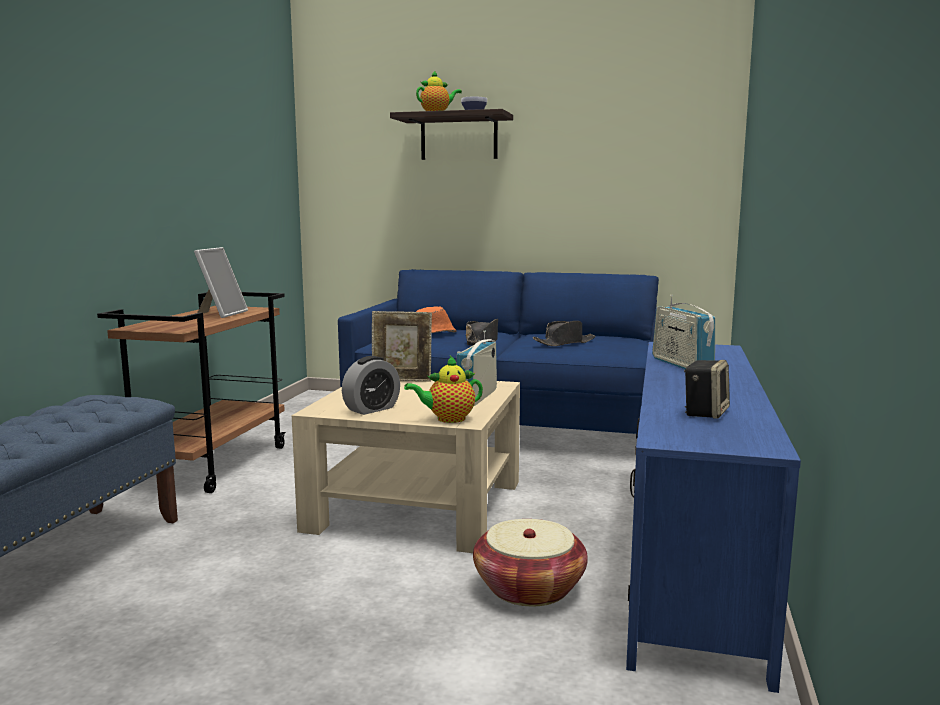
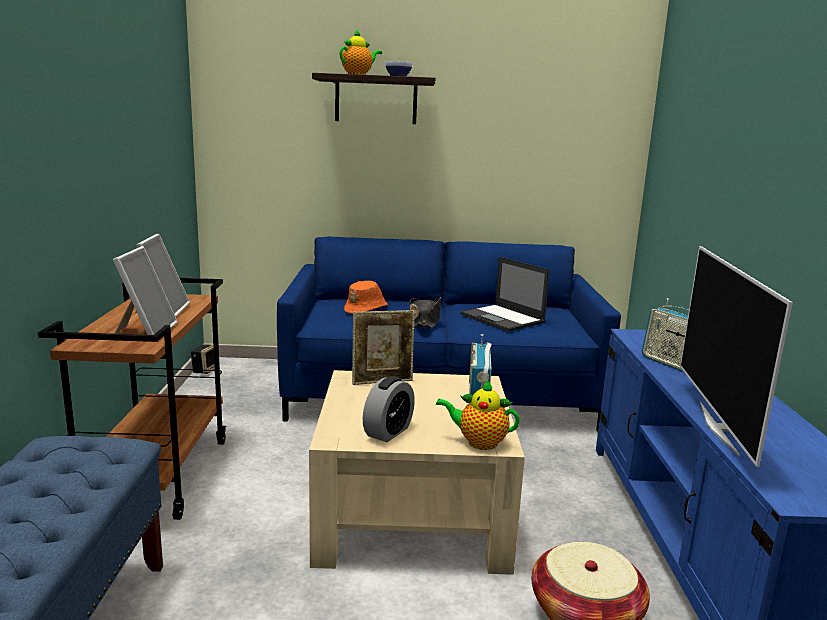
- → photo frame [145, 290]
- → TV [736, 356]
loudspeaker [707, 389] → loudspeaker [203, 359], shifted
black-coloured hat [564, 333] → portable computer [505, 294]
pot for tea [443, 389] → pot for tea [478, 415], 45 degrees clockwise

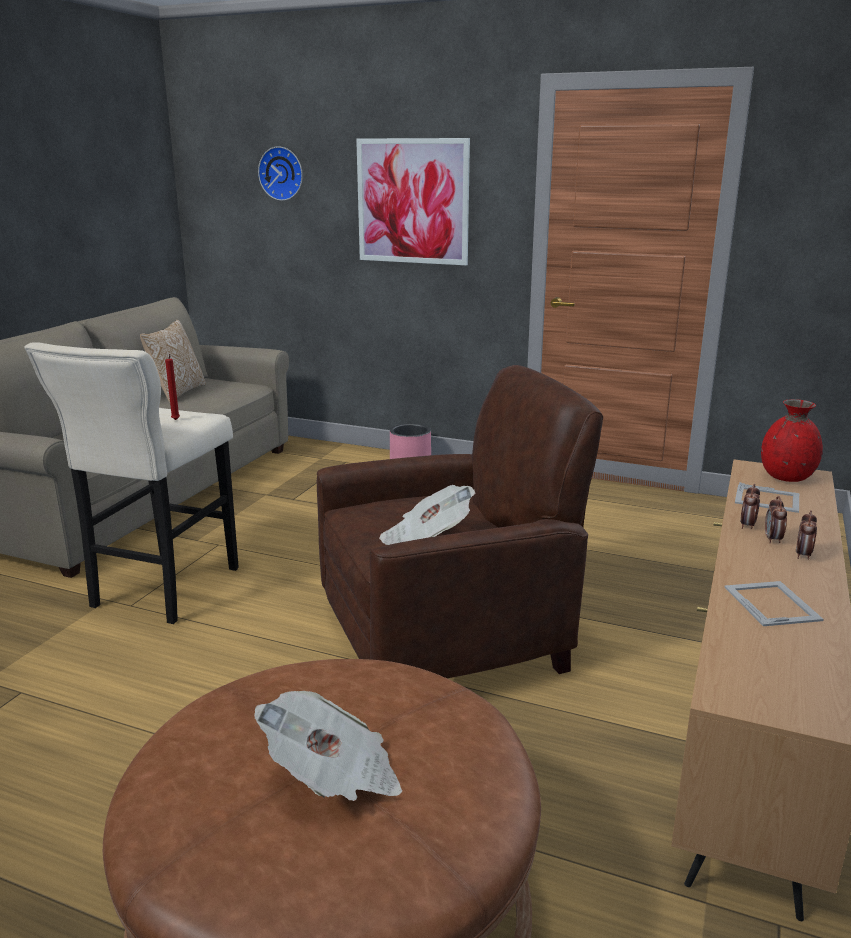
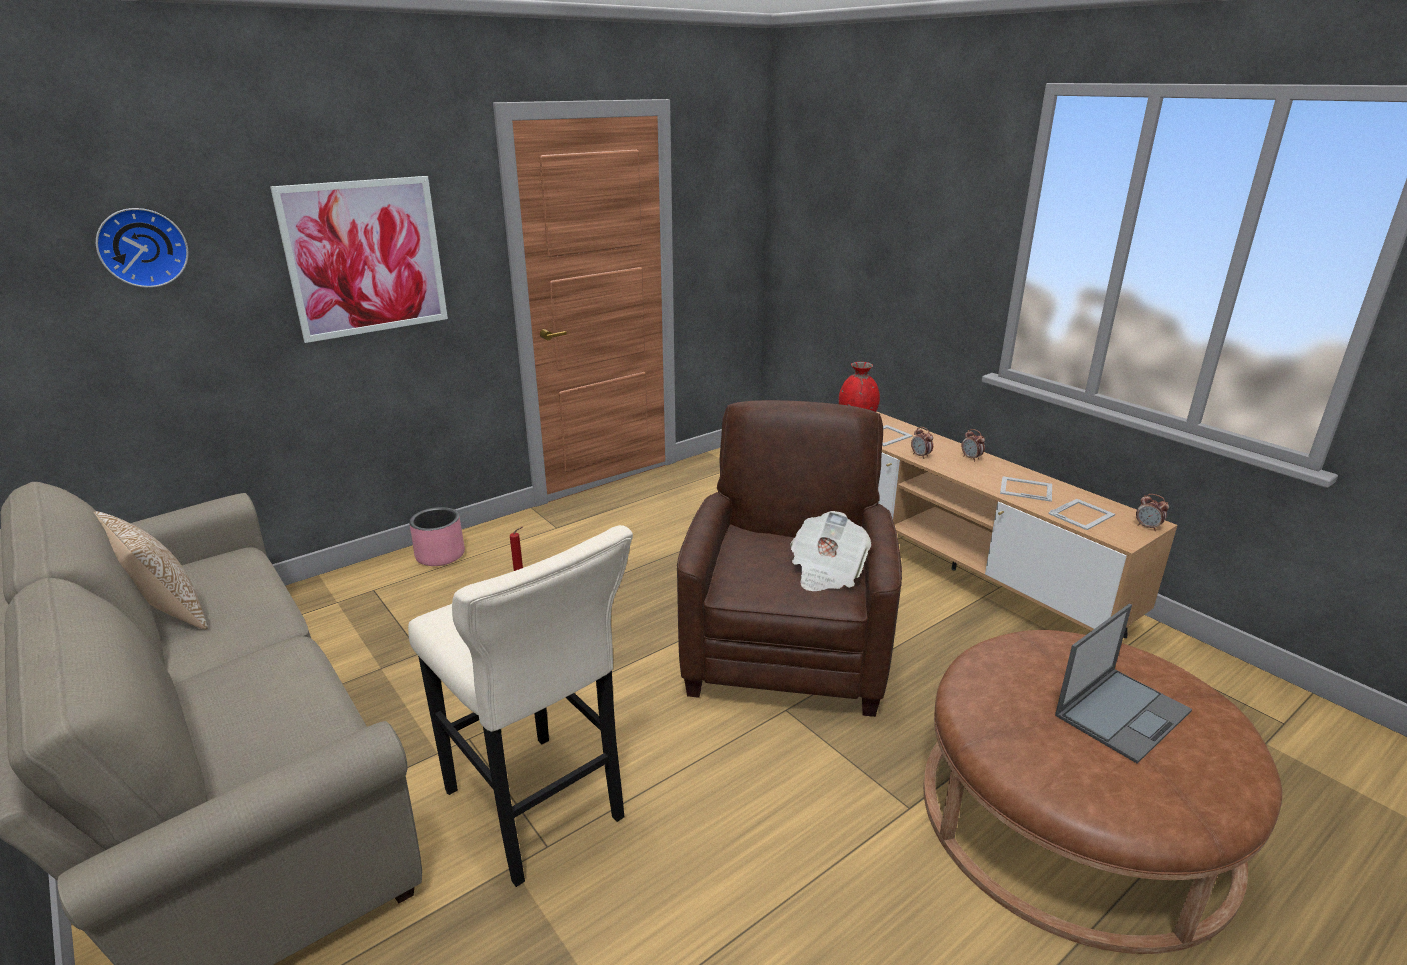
- → photo frame [1081, 514]
table clock [776, 520] → table clock [1152, 512], shifted
newspaper [328, 746] → portable computer [1123, 684]

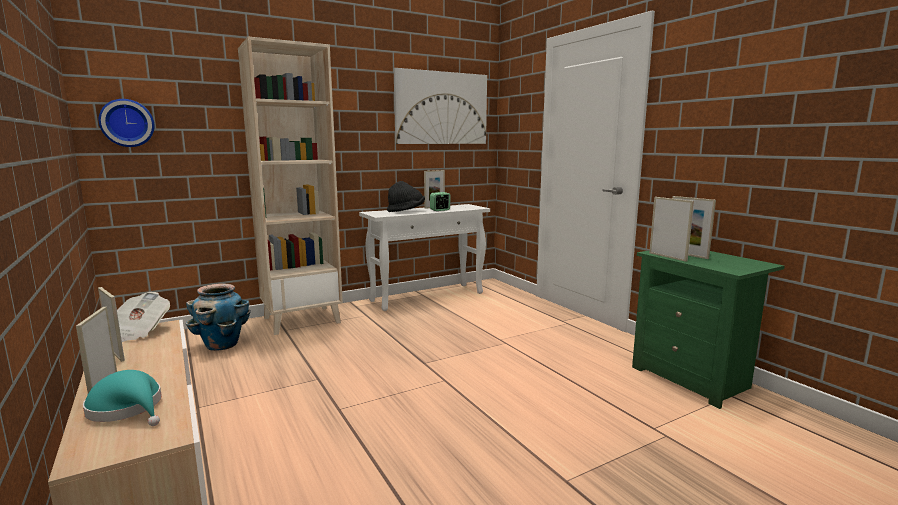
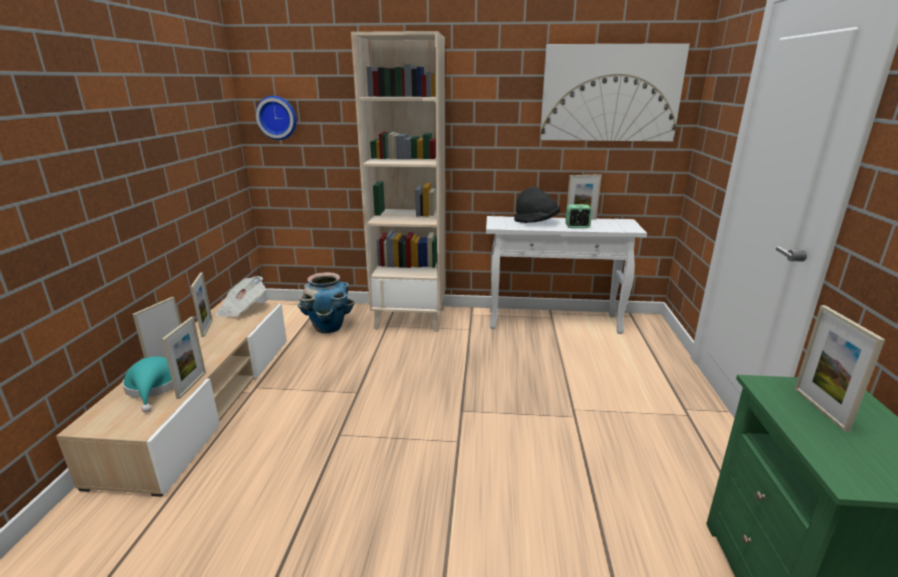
photo frame [671, 229] → photo frame [184, 358], shifted

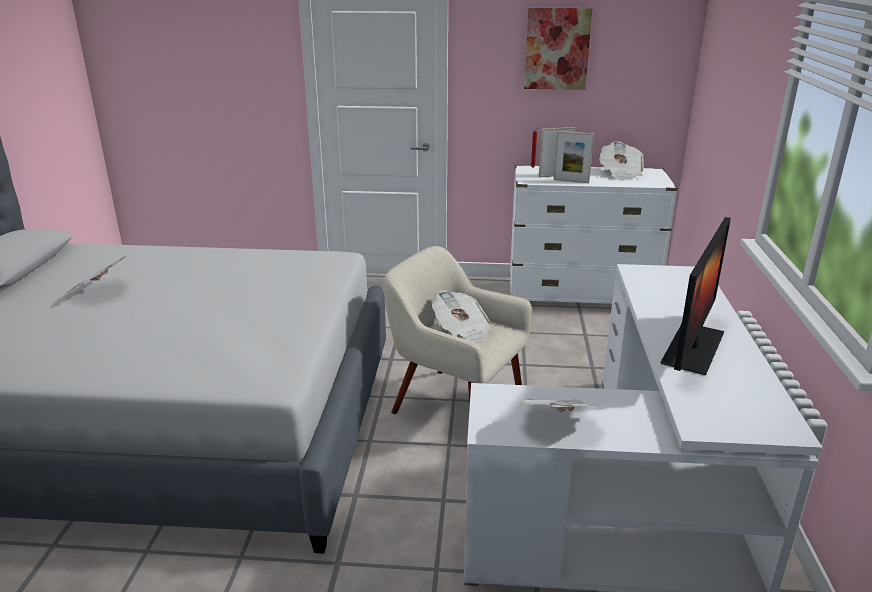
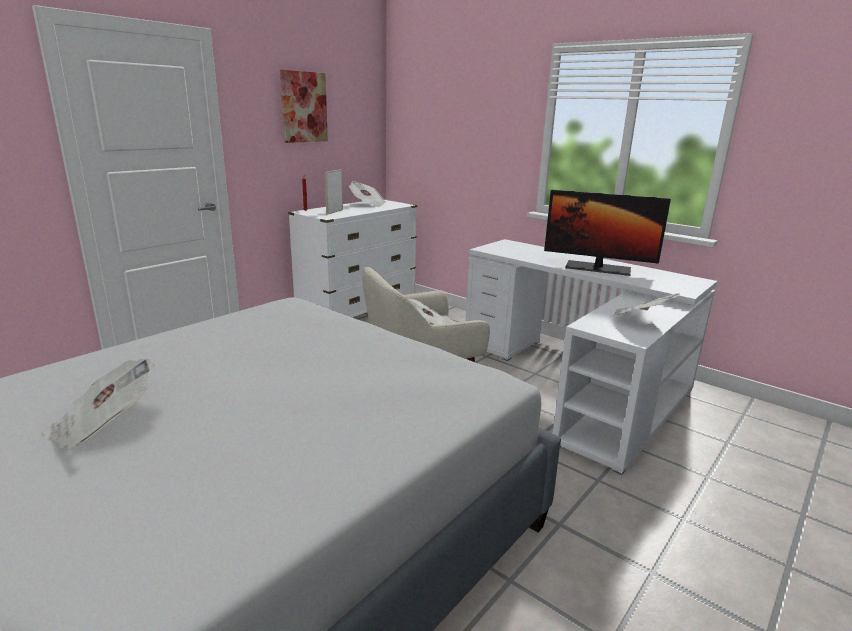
photo frame [574, 157] → -
computer screen [695, 296] → computer screen [607, 233], 135 degrees clockwise

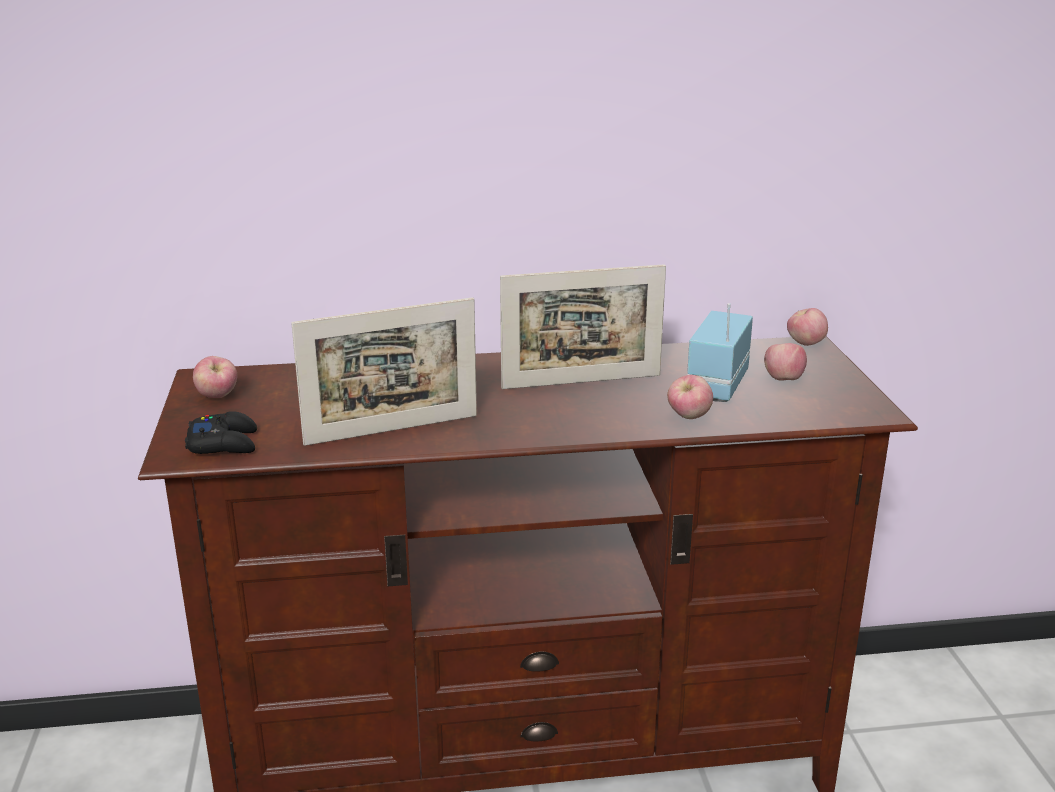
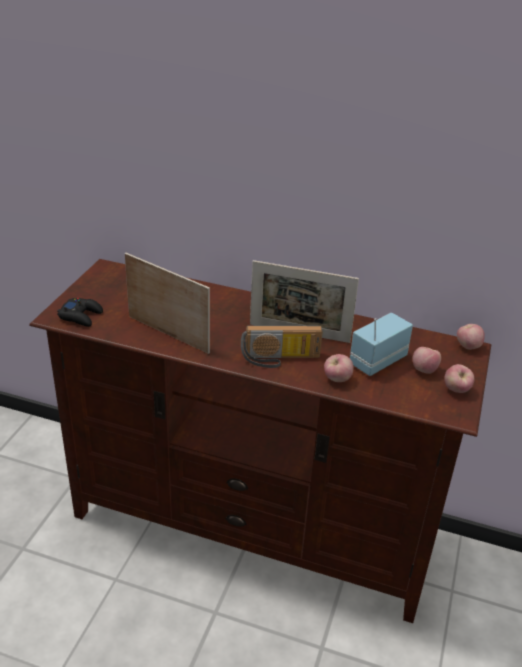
- → radio set [281, 346]
apple [215, 377] → apple [459, 378], shifted
photo frame [384, 371] → photo frame [167, 303], 150 degrees counterclockwise

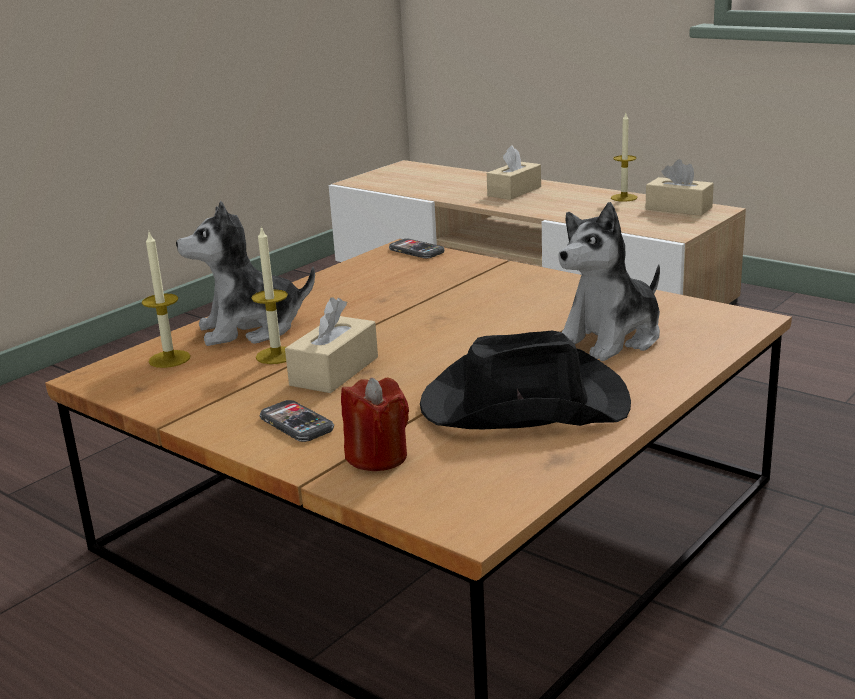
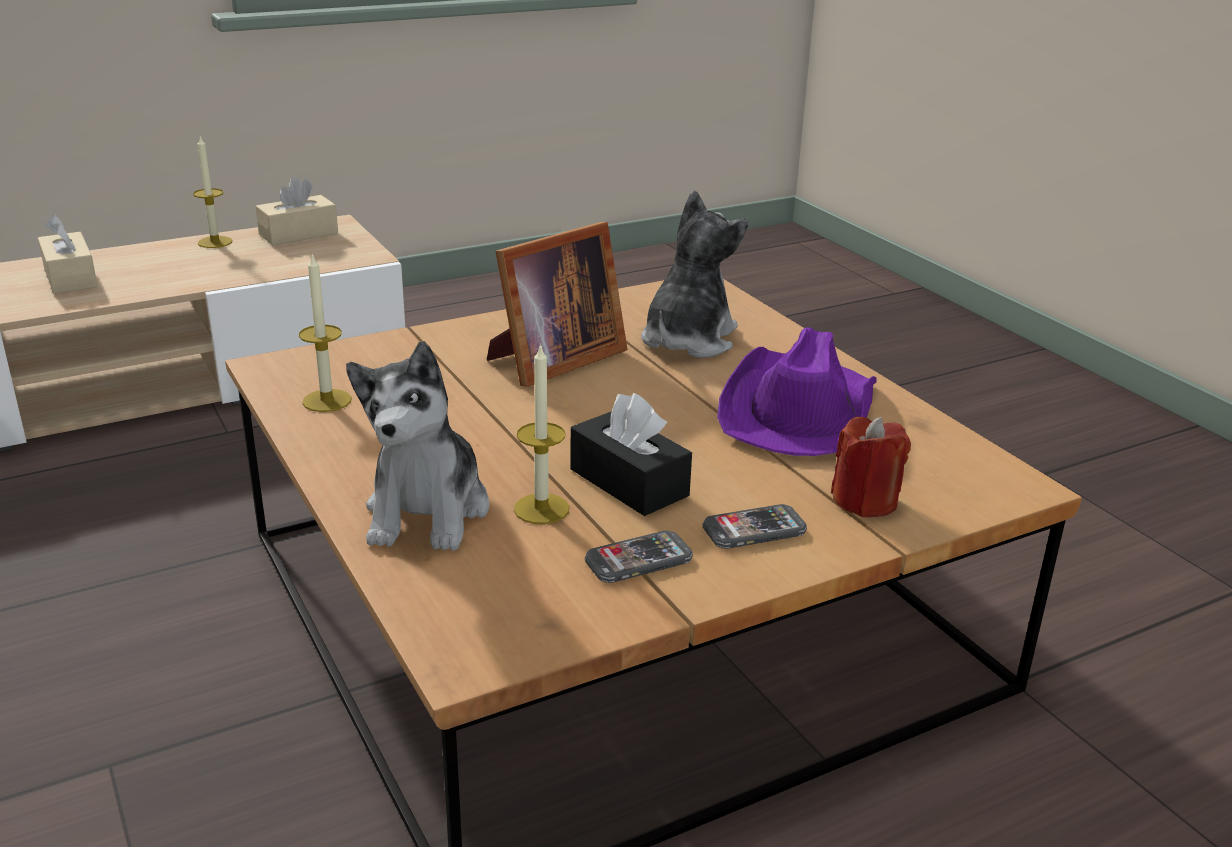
- → photo frame [557, 304]
candle [166, 300] → candle [325, 332], shifted
phone [417, 249] → phone [639, 556], shifted
sand-coloured tissue box [331, 345] → black-coloured tissue box [631, 454]
black-coloured hat [525, 380] → purple-coloured hat [797, 391]
soft toy [609, 281] → soft toy [694, 274], 135 degrees counterclockwise

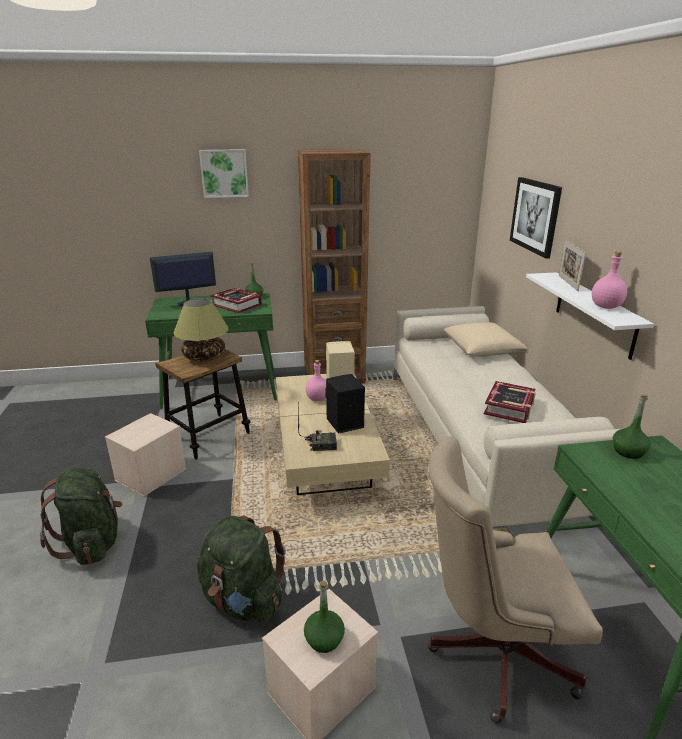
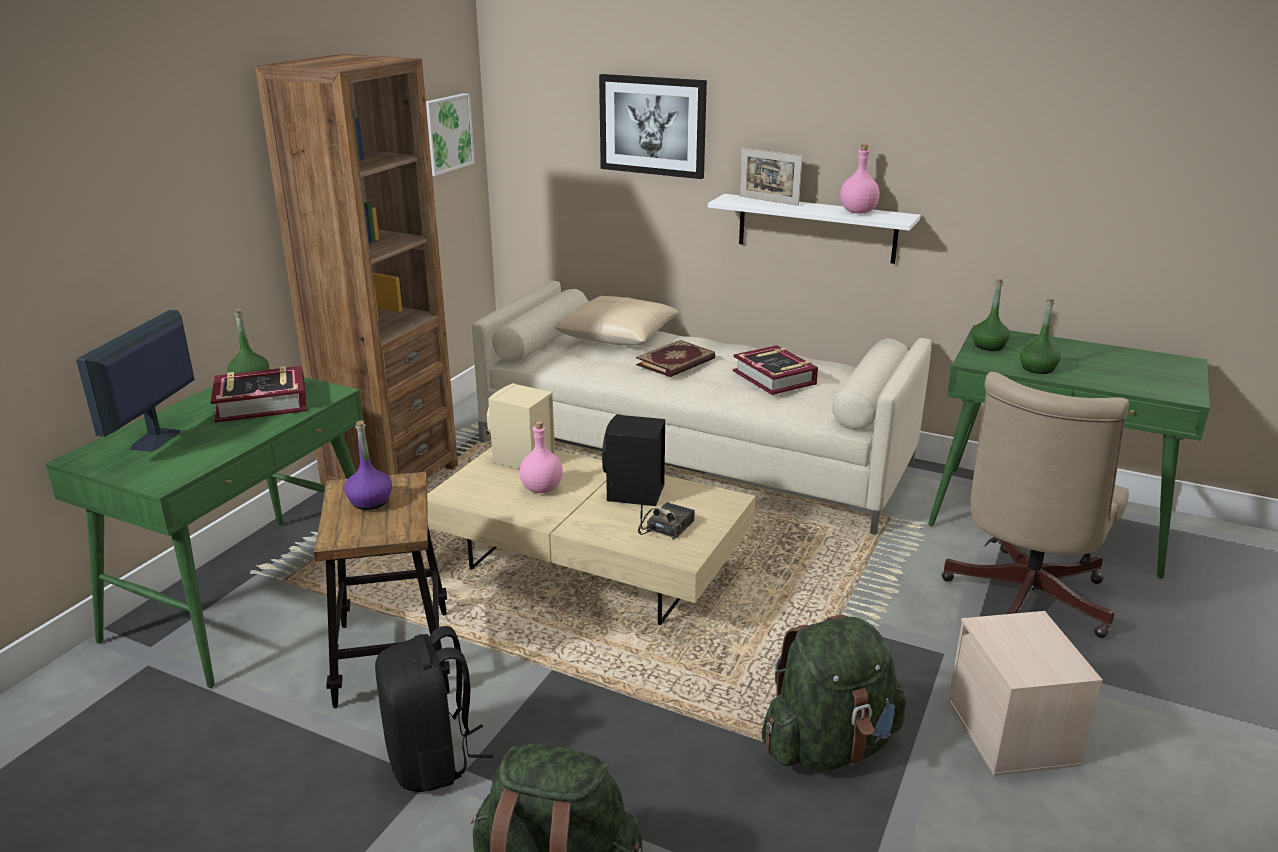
- → book [675, 358]
wall art [224, 173] → wall art [450, 134], shifted
greenish bottle [324, 617] → greenish bottle [1040, 336], shifted
sand-coloured storage bin [145, 455] → black-coloured backpack [434, 709]
table lamp [201, 329] → purple-coloured bottle [368, 465]

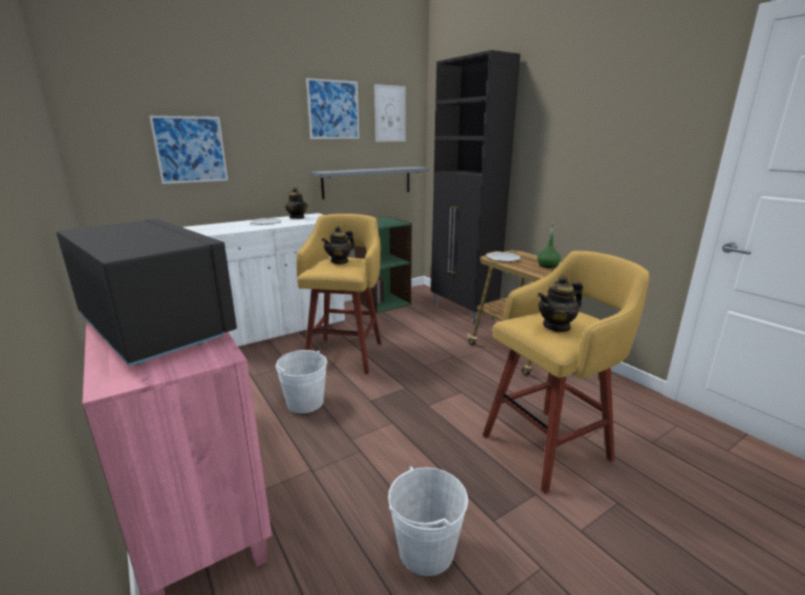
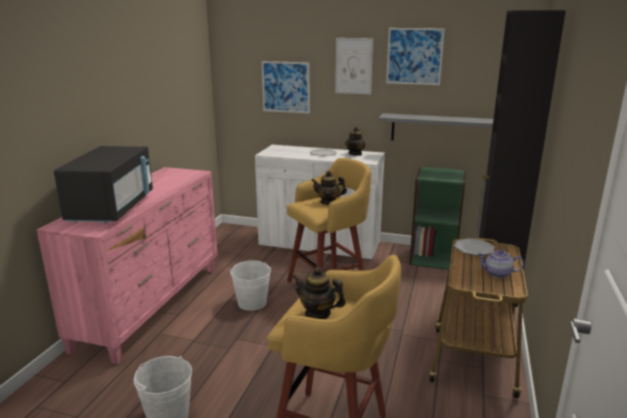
wall art [390, 113] → wall art [354, 66], shifted
greenish bottle [549, 245] → pot for tea [500, 263]

